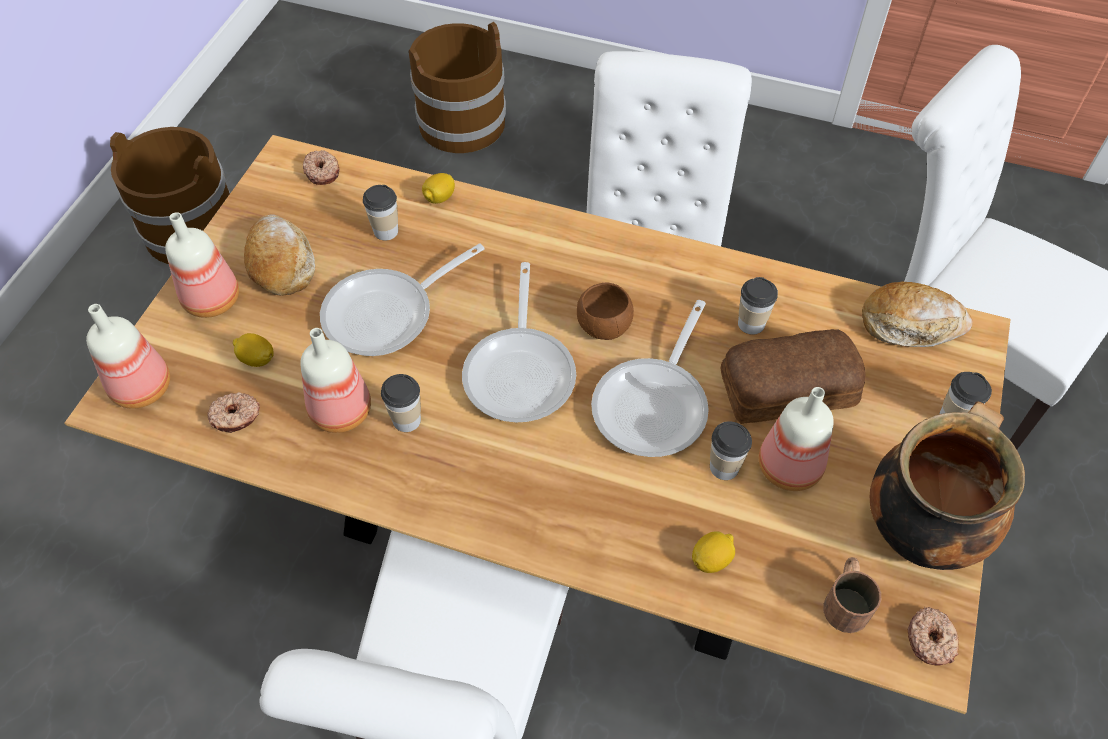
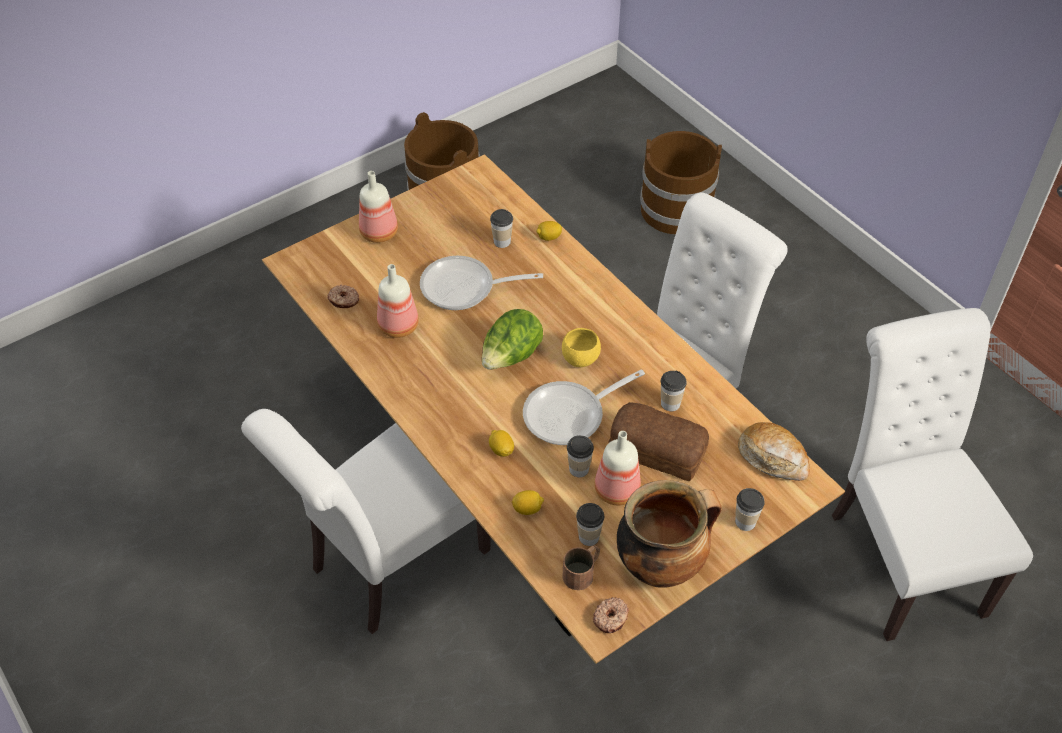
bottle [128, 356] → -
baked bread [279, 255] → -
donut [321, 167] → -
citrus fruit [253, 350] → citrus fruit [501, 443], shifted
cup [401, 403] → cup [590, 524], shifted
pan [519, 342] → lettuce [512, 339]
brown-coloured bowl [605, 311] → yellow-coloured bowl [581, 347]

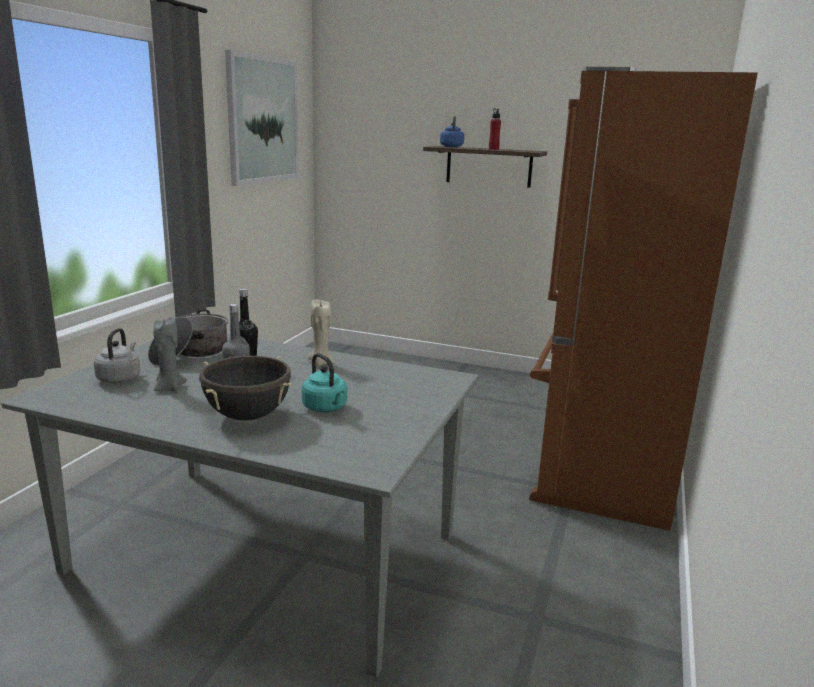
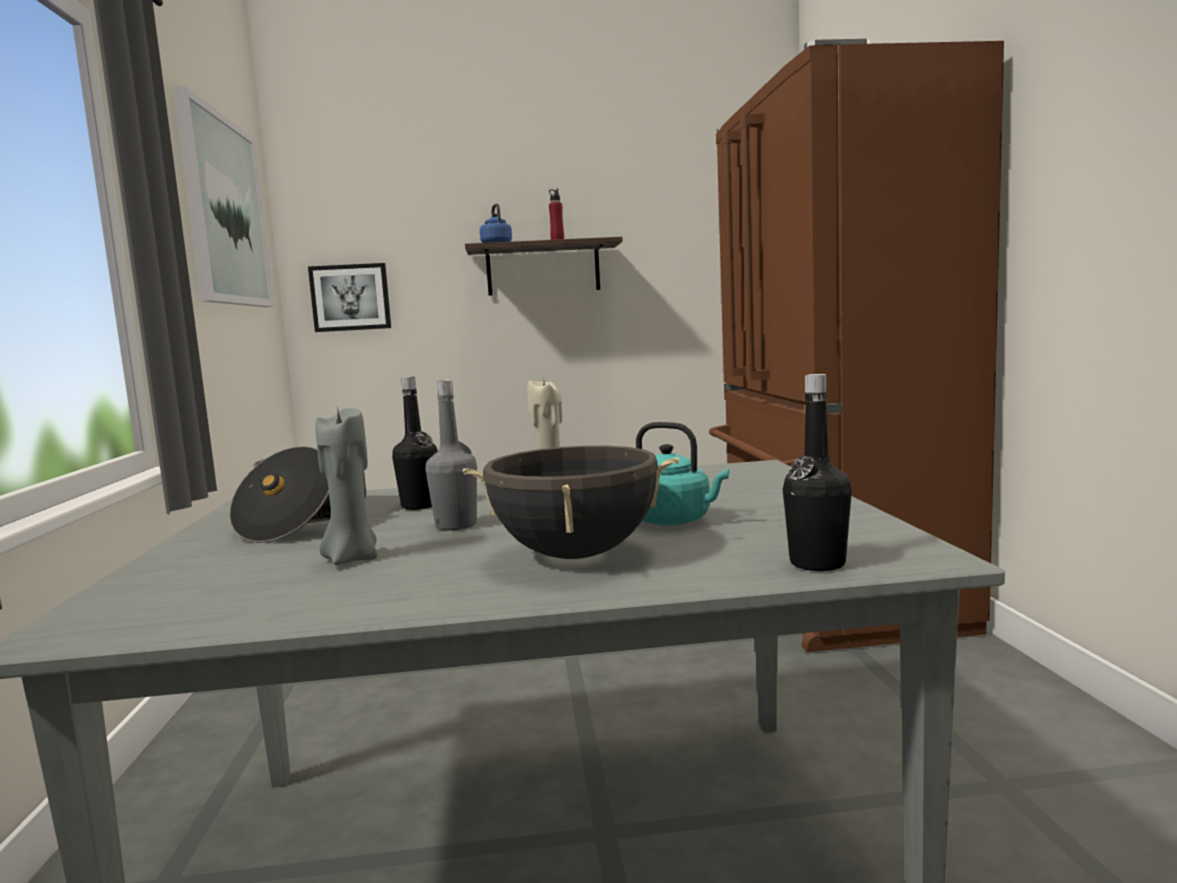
grey tea kettle [117, 355] → -
- → wall art [349, 297]
- → black-coloured bottle [817, 472]

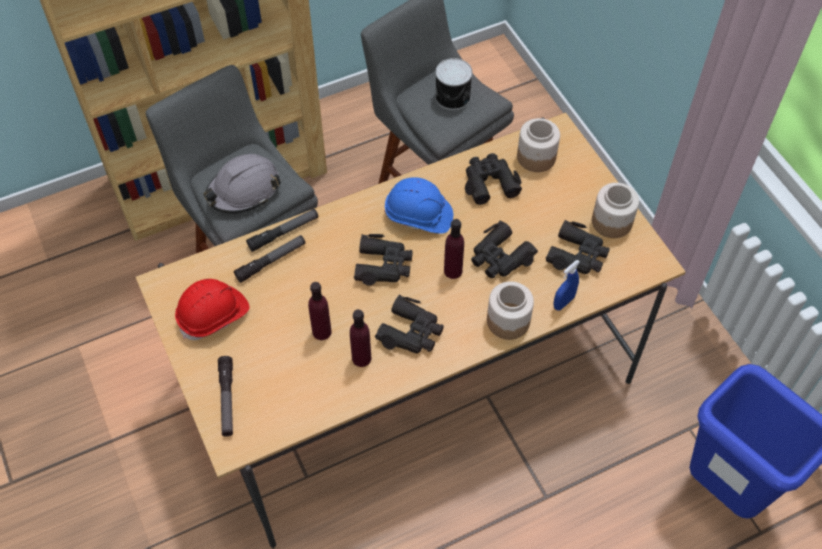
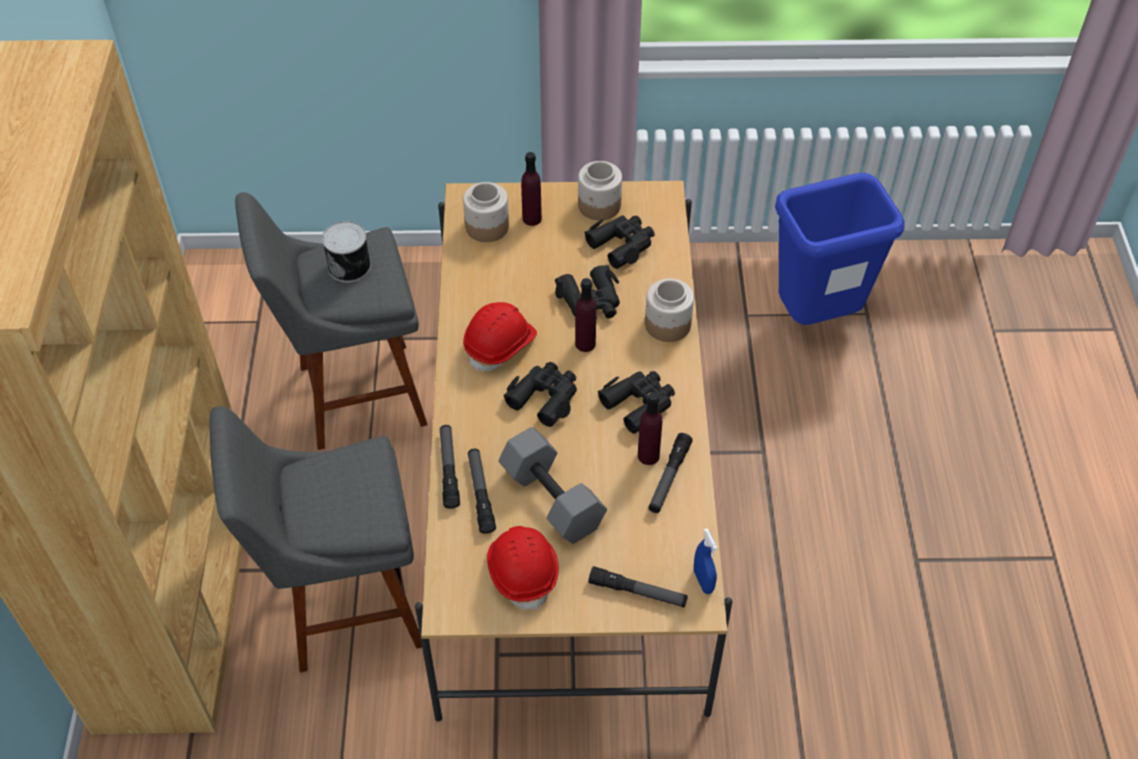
grey hard hat [242, 183] → -
black-coloured binoculars [493, 179] → -
- → grey hand weight [553, 485]
- → torch [671, 473]
purple-coloured bottle [320, 311] → purple-coloured bottle [531, 189], shifted
blue spray bottle [566, 285] → blue spray bottle [706, 561], shifted
blue hard hat [418, 205] → red-coloured hard hat [500, 337]

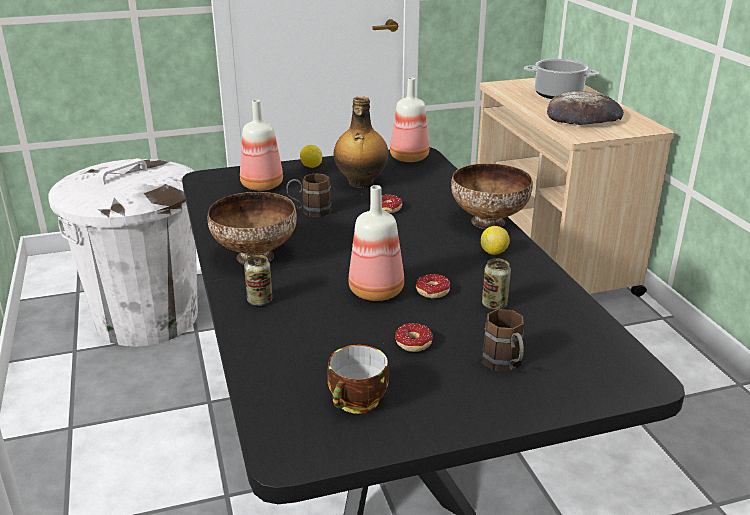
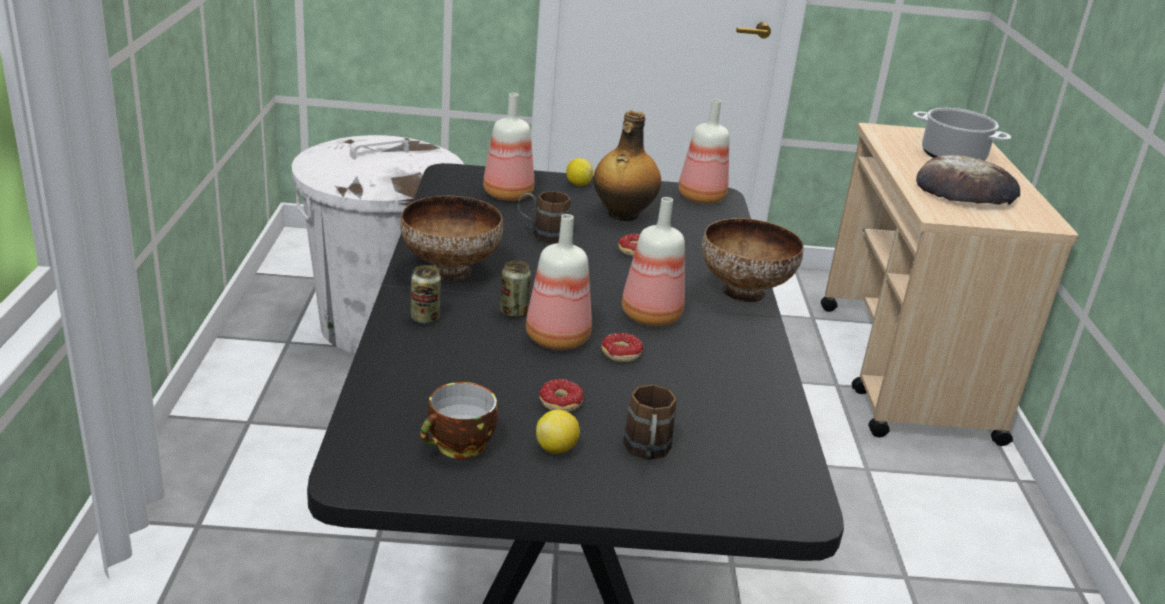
- → bottle [653, 261]
citrus fruit [495, 240] → citrus fruit [558, 431], shifted
metal can [496, 284] → metal can [515, 289], shifted

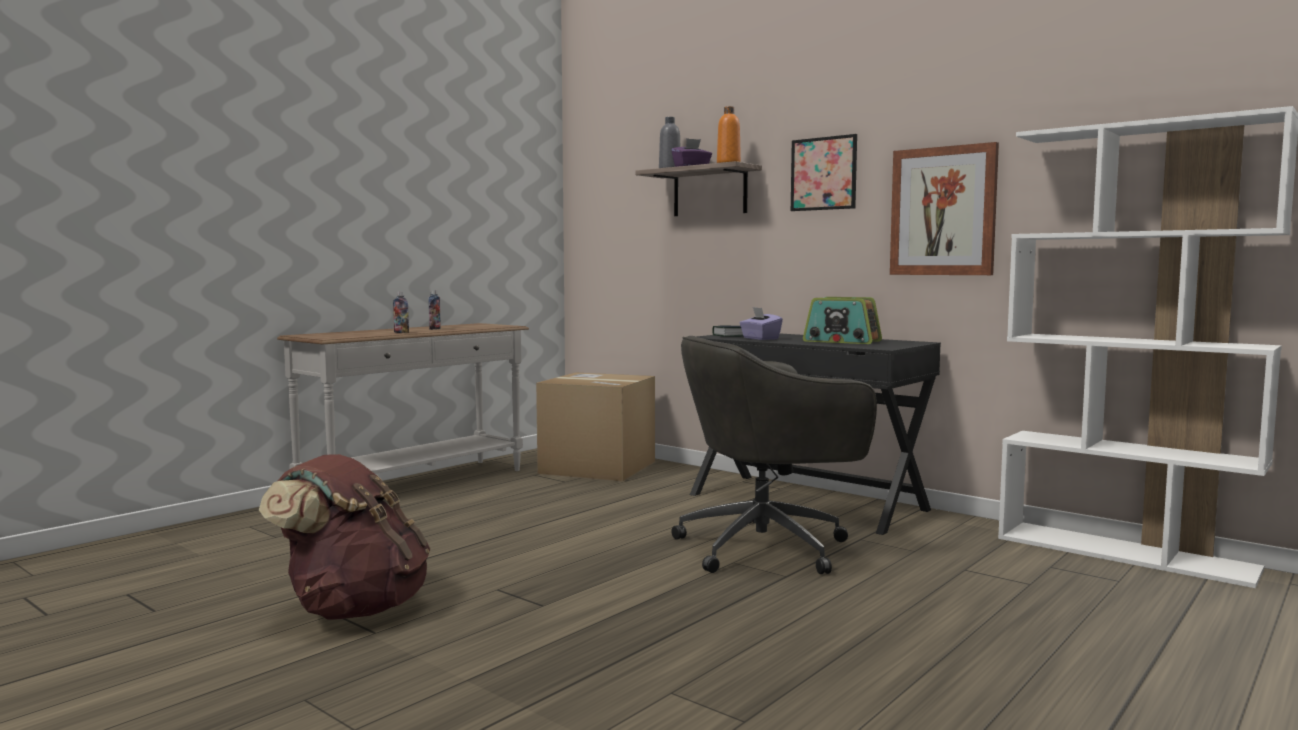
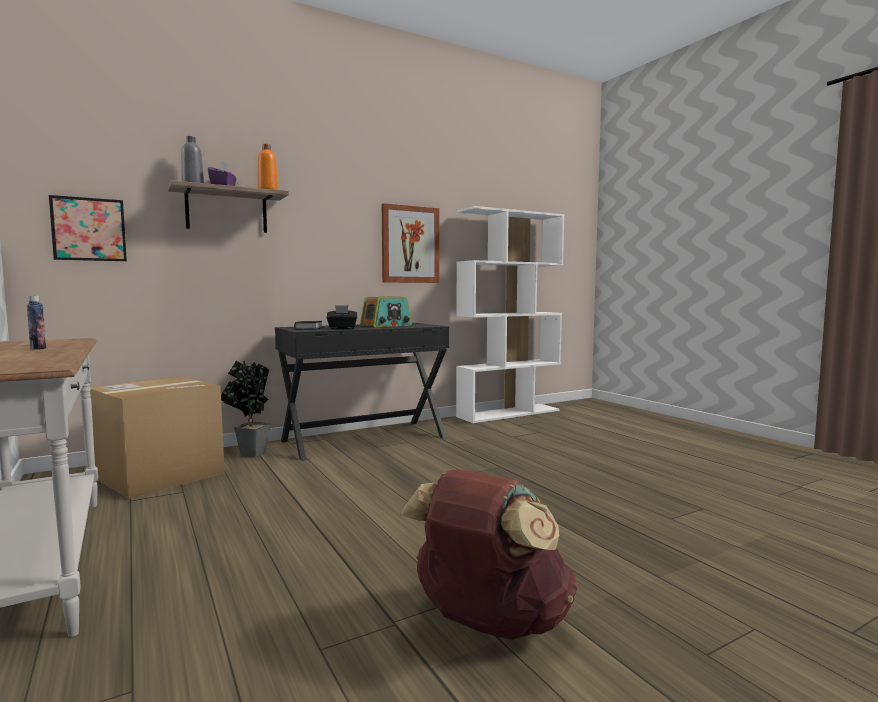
bottle [401, 312] → -
grey computer chair [774, 455] → -
- → potted plant [245, 409]
wall art [824, 172] → wall art [88, 228], shifted
purple-coloured tissue box [761, 323] → black-coloured tissue box [342, 317]

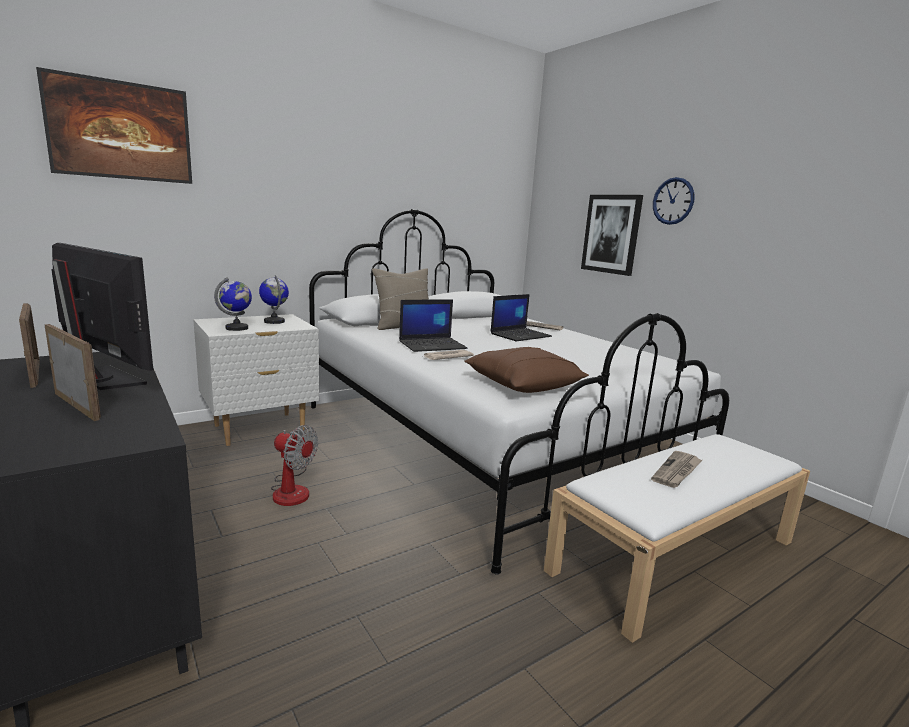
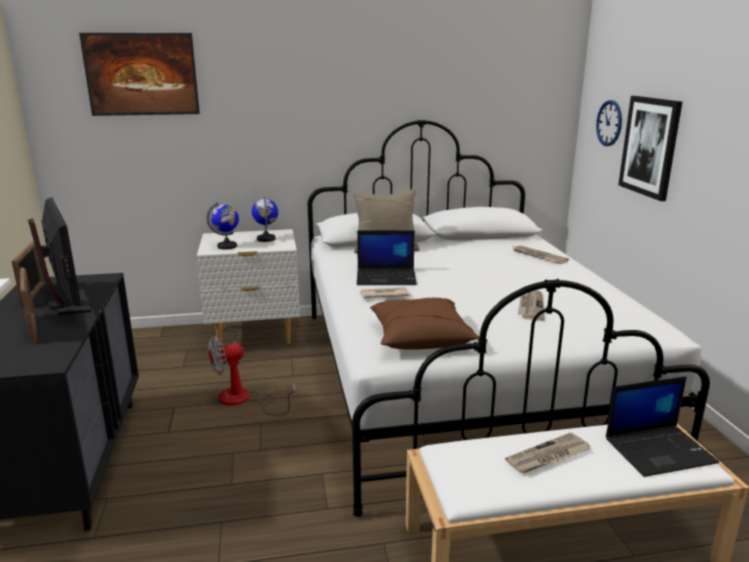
- → newspaper [531, 304]
portable computer [521, 317] → portable computer [662, 426], shifted
hanging clock [674, 201] → hanging clock [609, 123], shifted
fan [294, 465] → fan [252, 376], 105 degrees clockwise

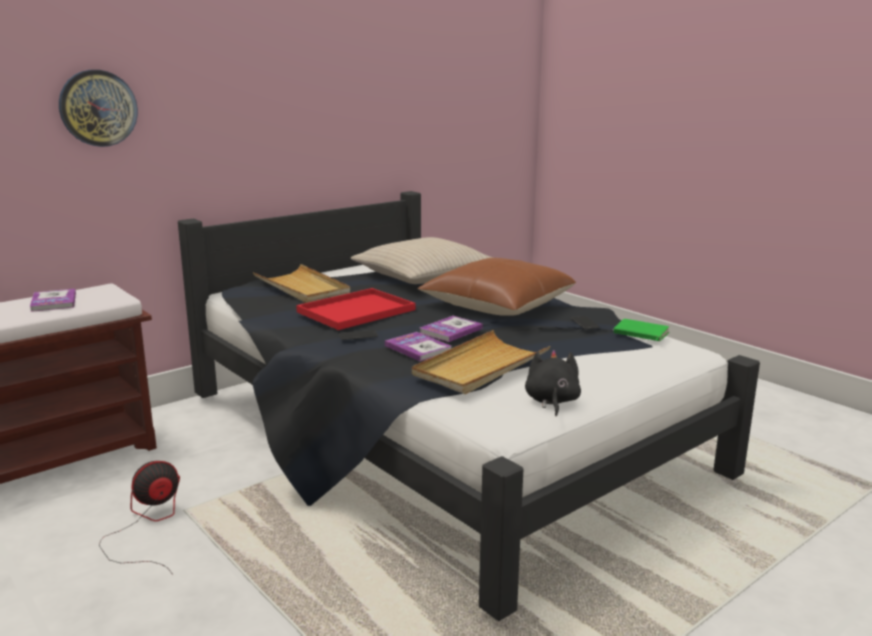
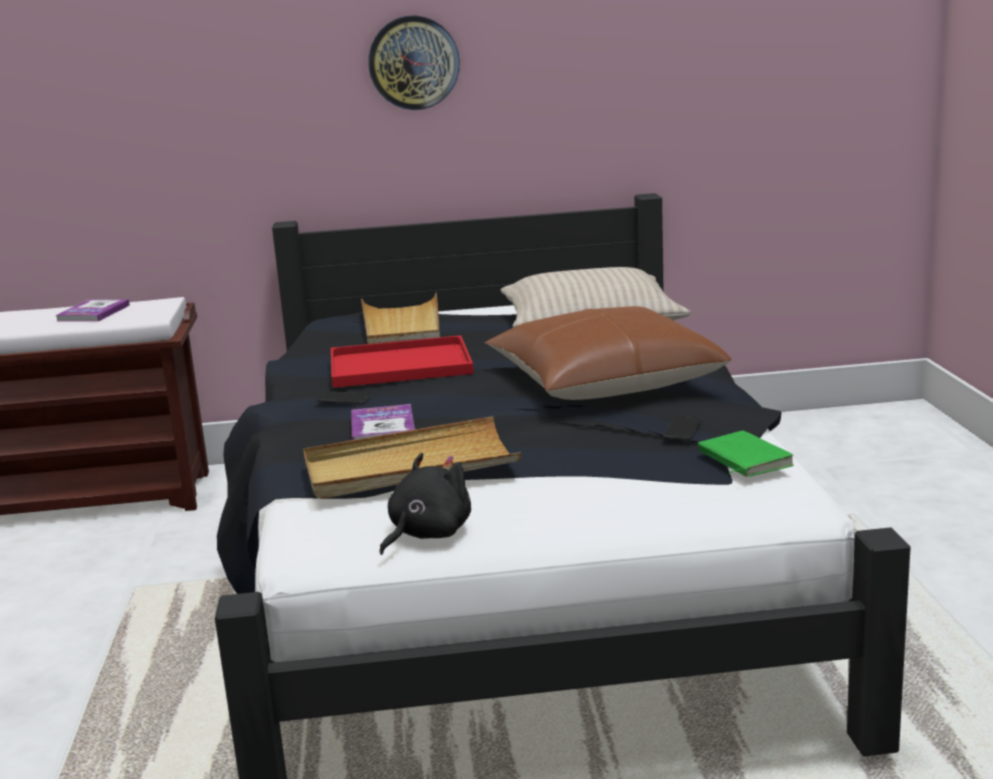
fan [139, 518] → -
book [451, 329] → -
hanging clock [98, 108] → hanging clock [414, 62], shifted

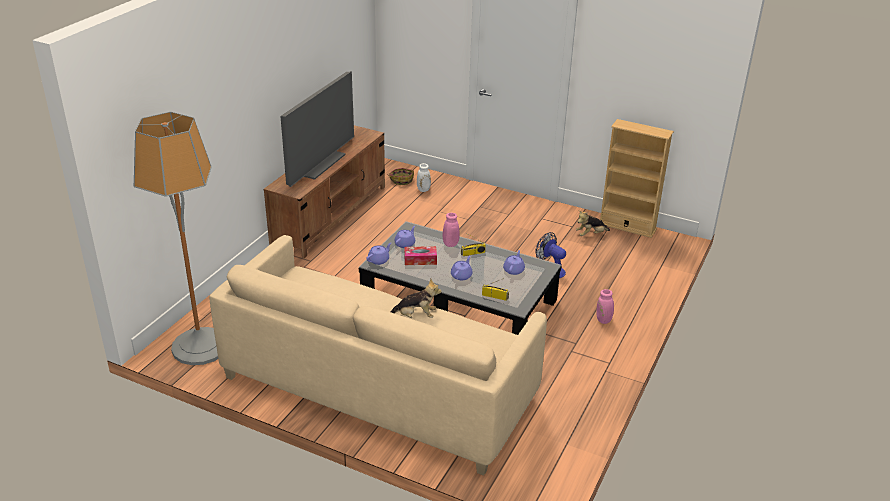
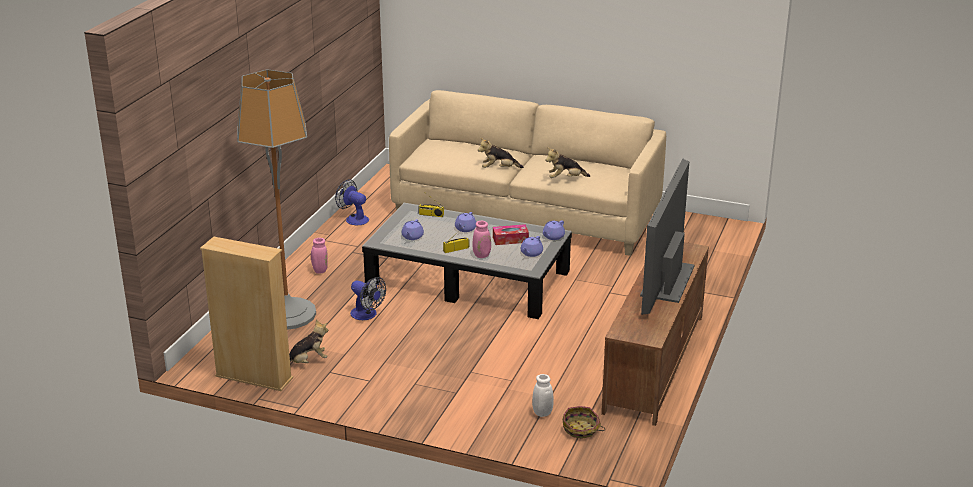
- → fan [352, 202]
- → soft toy [568, 162]
standing lamp [176, 238] → standing lamp [276, 199], shifted

